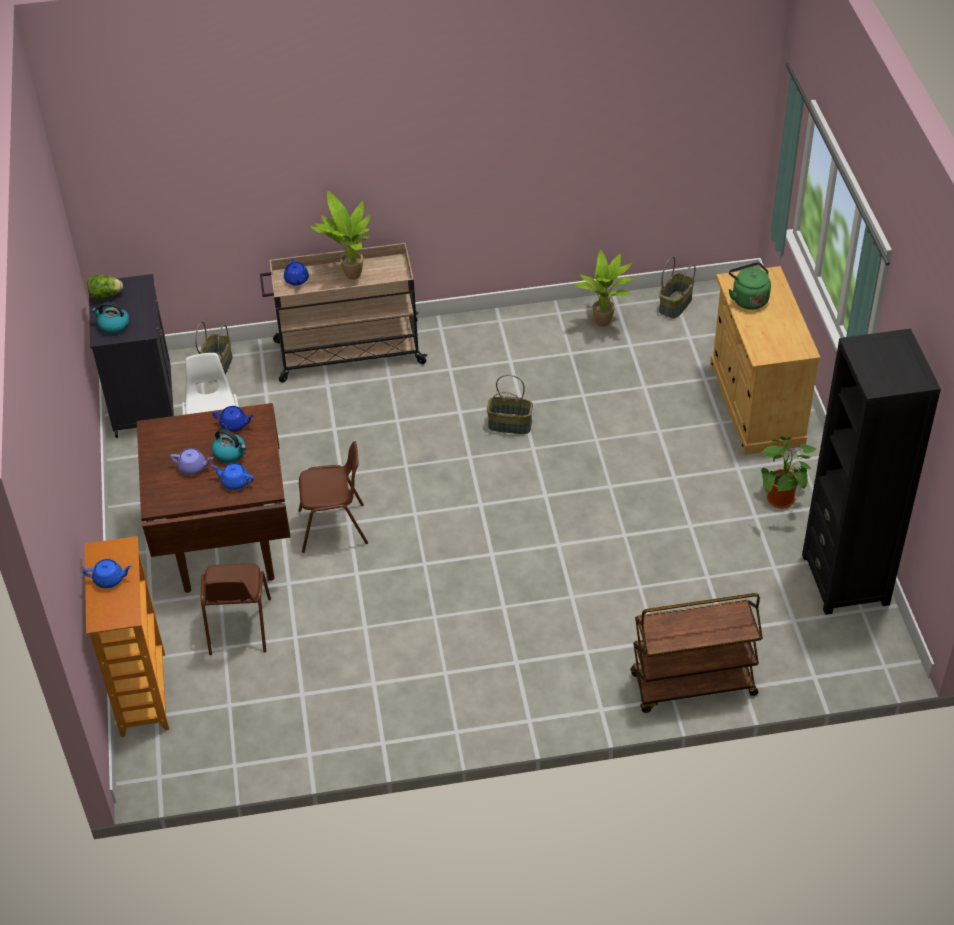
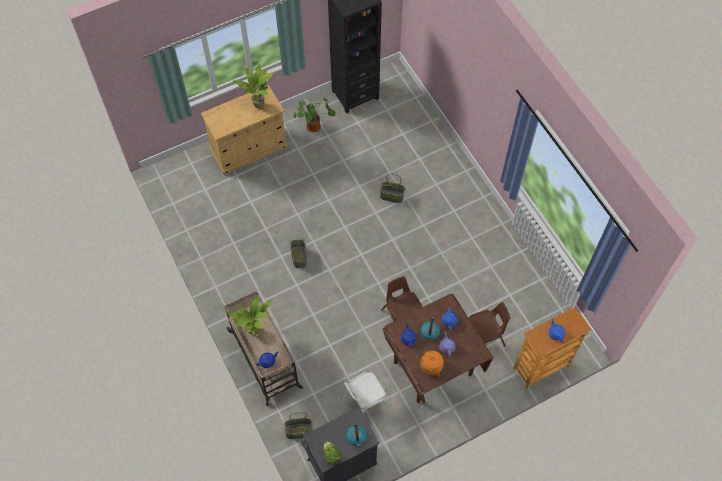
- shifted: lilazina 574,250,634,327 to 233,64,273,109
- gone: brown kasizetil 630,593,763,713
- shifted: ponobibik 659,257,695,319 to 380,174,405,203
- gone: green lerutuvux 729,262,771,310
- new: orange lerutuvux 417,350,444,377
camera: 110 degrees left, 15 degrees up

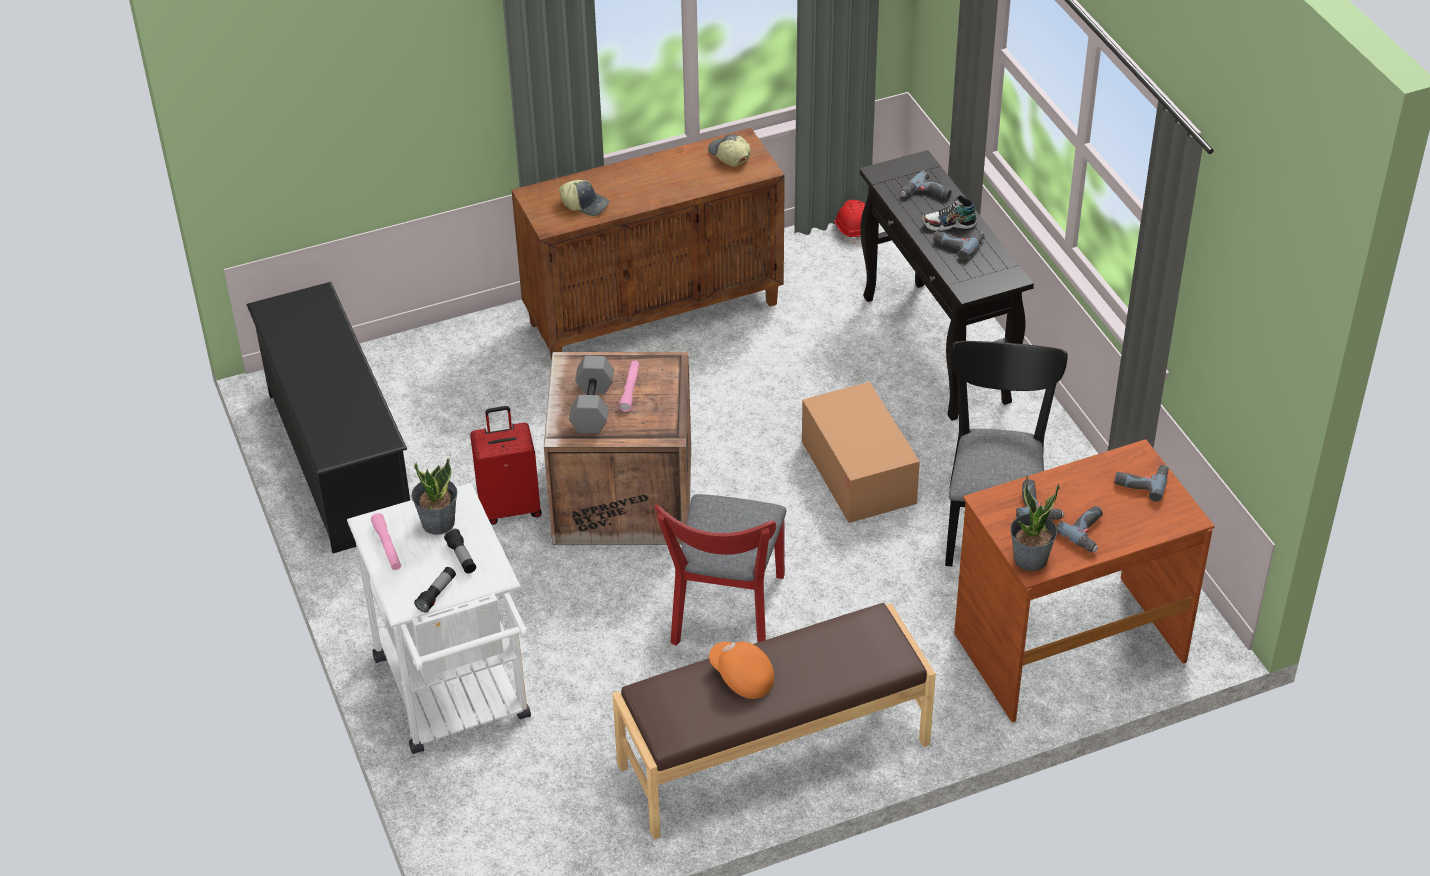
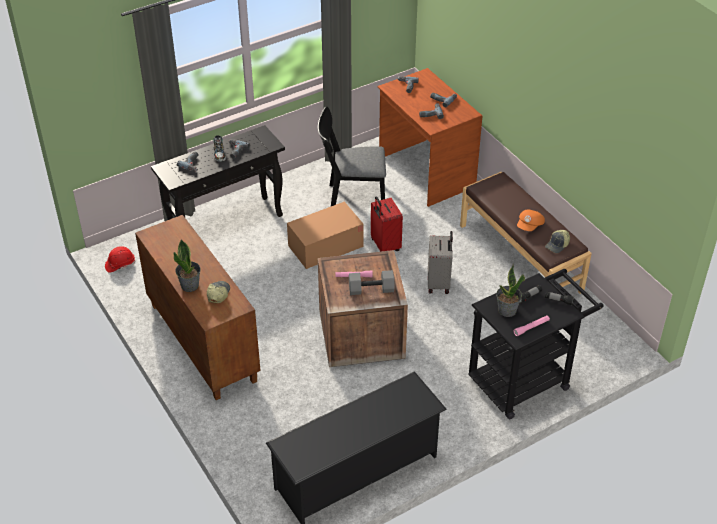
- repainted: white kasizetil 347,483,531,754 to black kasizetil 468,269,604,419
- shifted: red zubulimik 470,406,542,525 to 371,196,403,252
- swapped: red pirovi 654,494,786,646 to grey zubulimik 428,231,453,294
- shifted: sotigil 708,135,750,167 to 545,230,570,253
- shifted: lilazina 1010,475,1060,571 to 174,239,201,292
camera: 100 degrees left, 0 degrees up

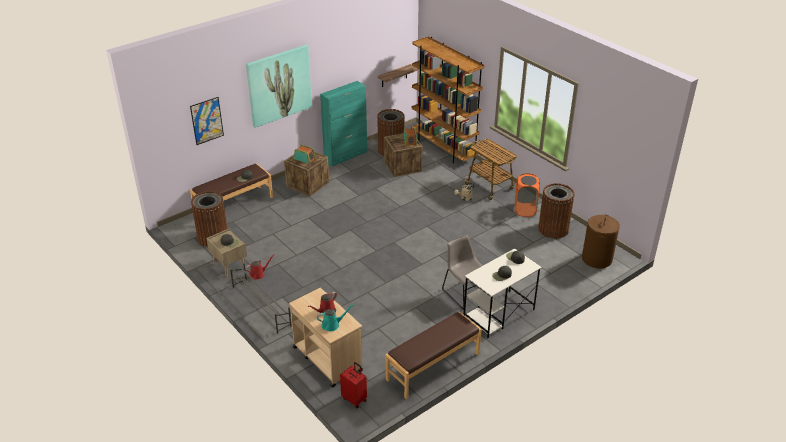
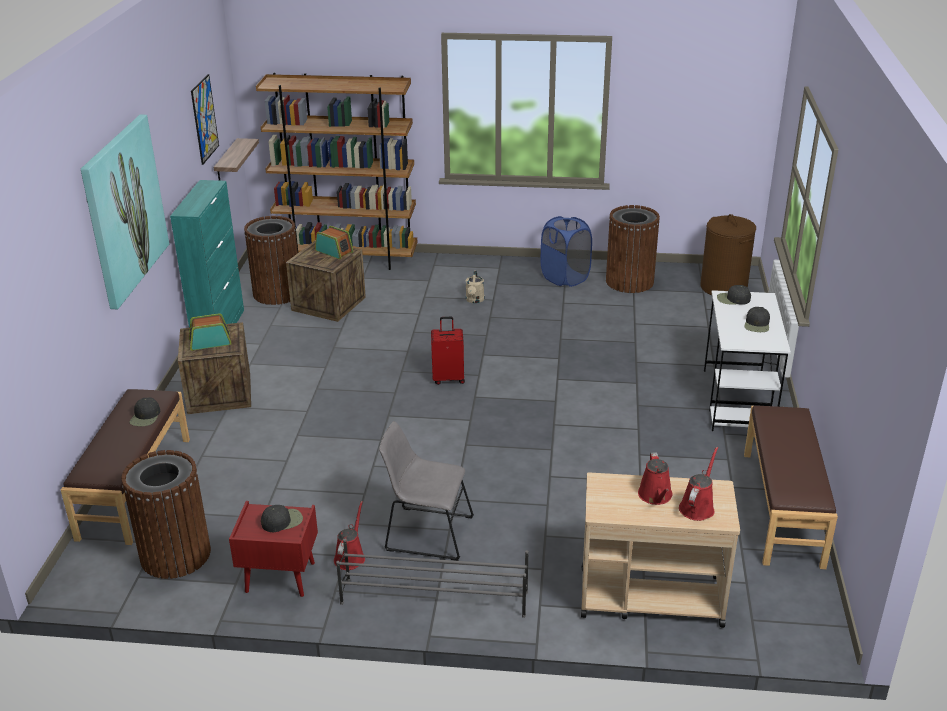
- shifted: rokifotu 190,97,224,145 to 191,74,219,165
- repainted: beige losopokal 206,228,247,277 to red losopokal 229,501,318,597
- repainted: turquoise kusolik 317,304,354,331 to red kusolik 679,447,718,521
- shifted: red zubulimik 340,362,367,408 to 431,317,465,385
- shifted: grey pirovi 442,235,483,310 to 379,421,474,561
- gone: kasizetil 464,139,517,200
- repainted: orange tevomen 515,173,540,217 to blue tevomen 541,216,592,287
camera: 45 degrees left, 5 degrees down

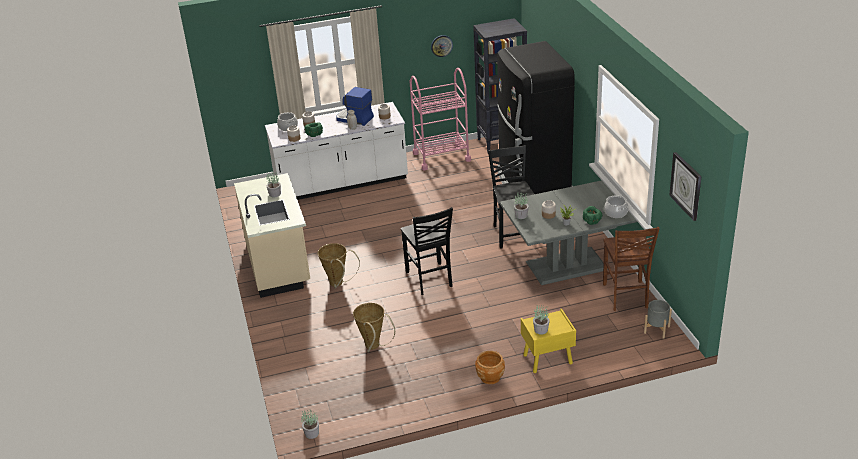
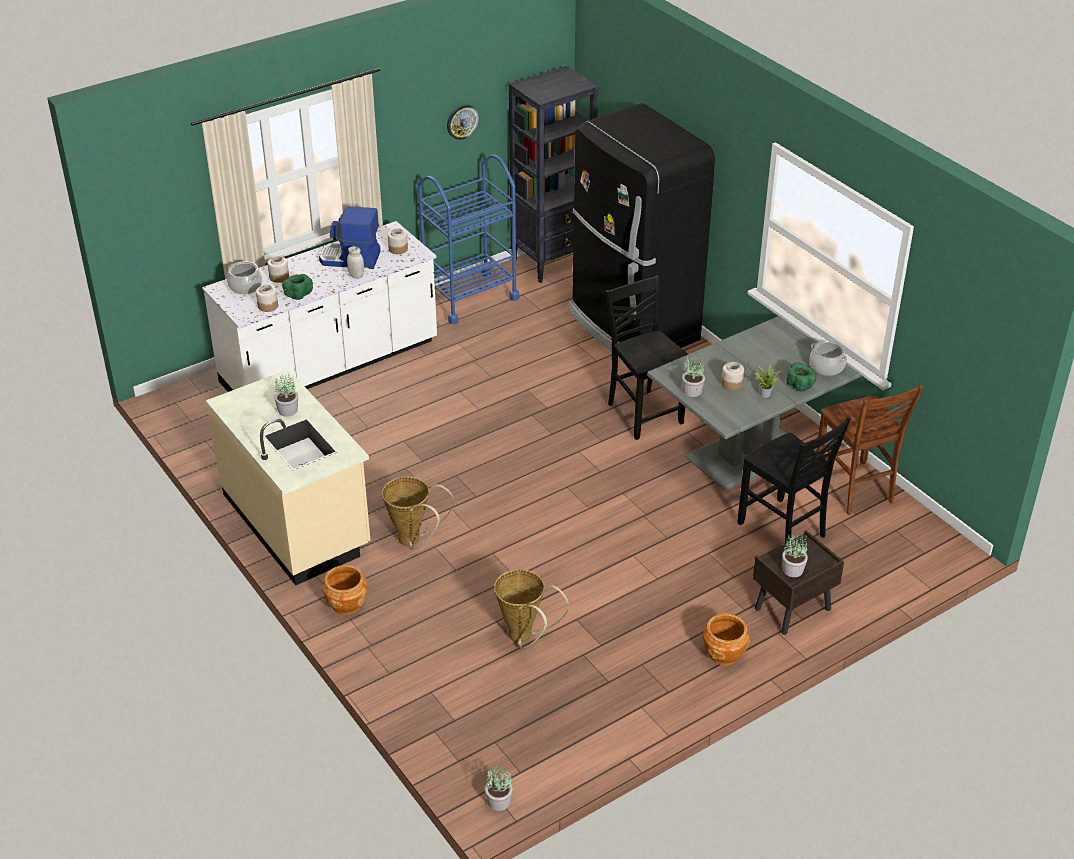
- shifted: black pirovi 401,207,453,295 to 737,417,851,543
- repainted: pink kasizetil 410,68,471,170 to blue kasizetil 418,155,520,324
- repainted: yellow losopokal 521,309,576,373 to brown losopokal 753,530,844,635
- gone: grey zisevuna 644,300,672,339
- gone: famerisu 669,152,701,221
- new: brown zisevuna 322,565,367,615
camera: 20 degrees left, 5 degrees up

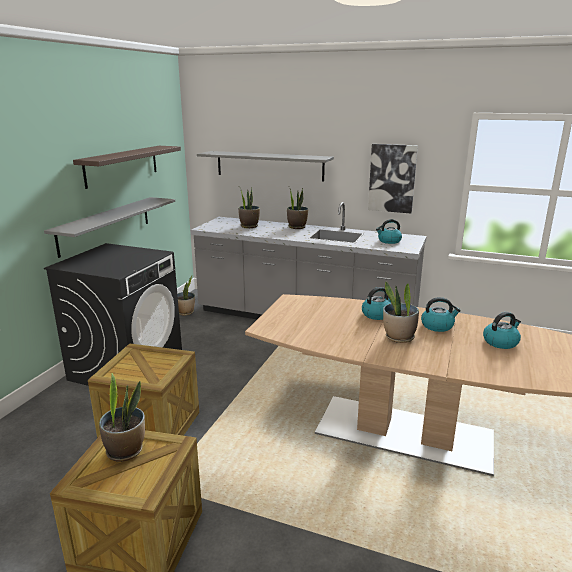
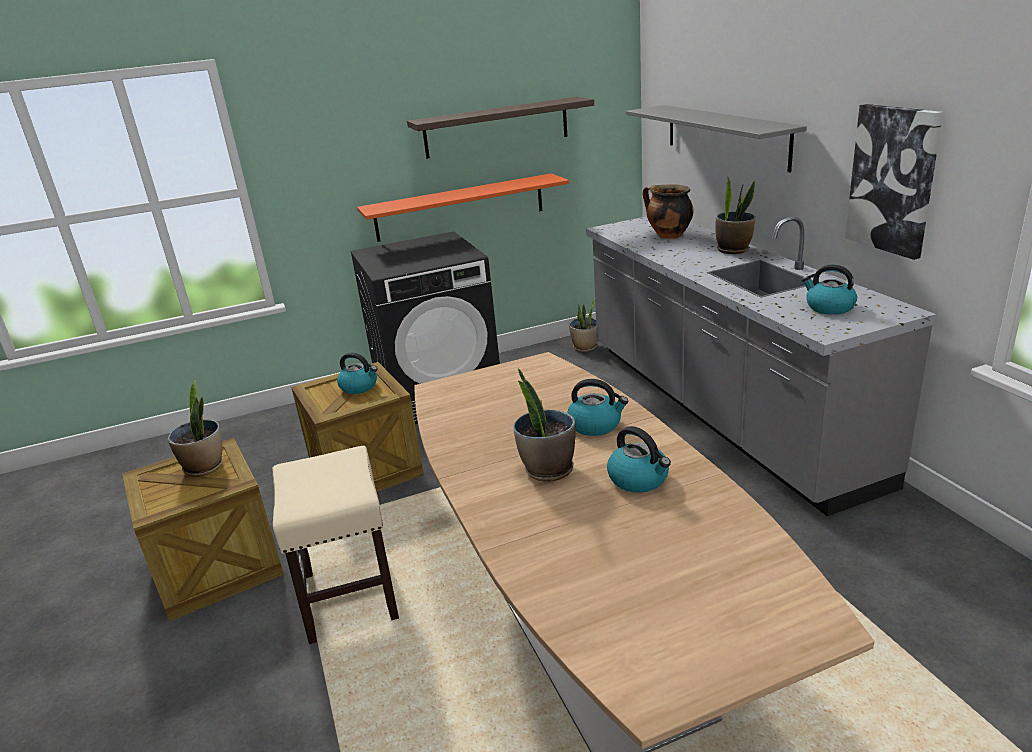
- repainted: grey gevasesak 44,197,175,258 to orange gevasesak 357,173,569,242
- swapped: lilazina 238,187,260,228 to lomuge 643,184,694,239
- shifted: lerutuvux 483,312,521,349 to 337,352,377,394
- new: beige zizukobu 272,446,399,644
camera: 50 degrees right, 5 degrees up

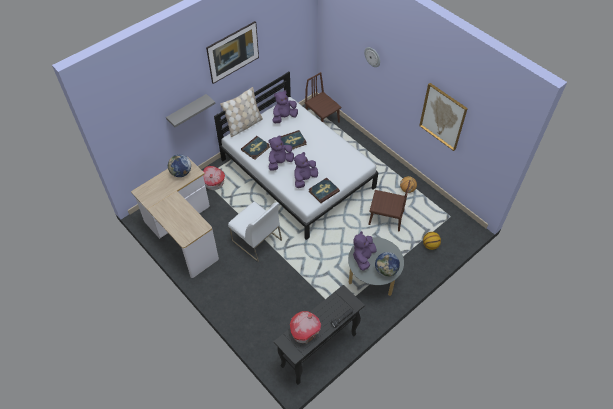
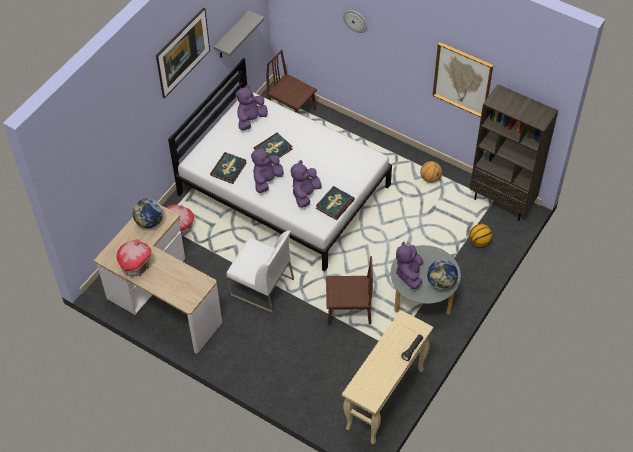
- shifted: grey gevasesak 166,94,215,127 to 214,10,264,58
- gone: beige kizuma 220,87,263,137
- repainted: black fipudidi 274,285,365,385 to beige fipudidi 342,310,433,445
- shifted: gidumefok 290,311,321,344 to 116,239,152,276
- shifted: brown pirovi 368,180,411,232 to 326,256,373,325
- new: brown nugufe 470,84,558,221
camera: 15 degrees left, 0 degrees up

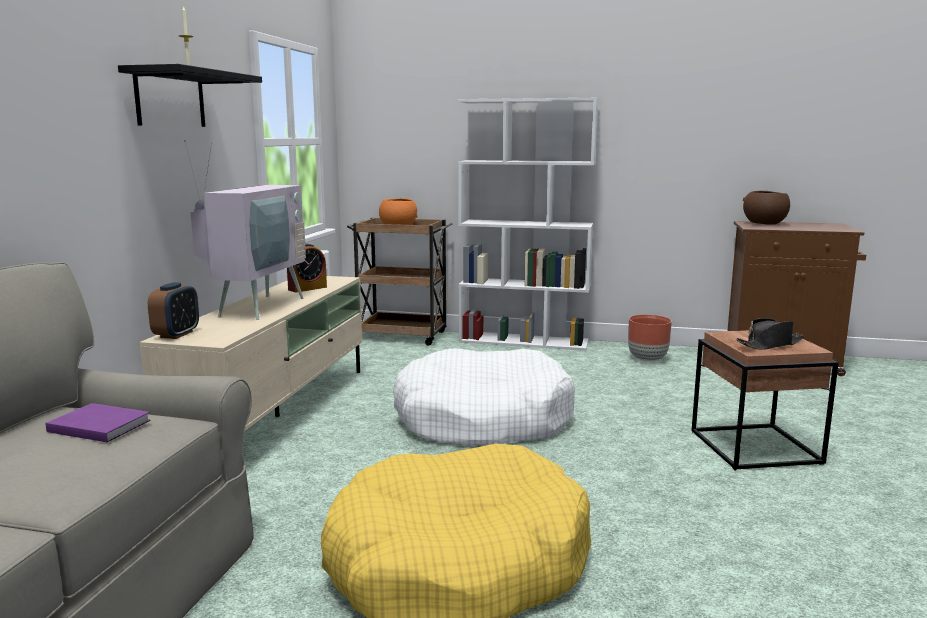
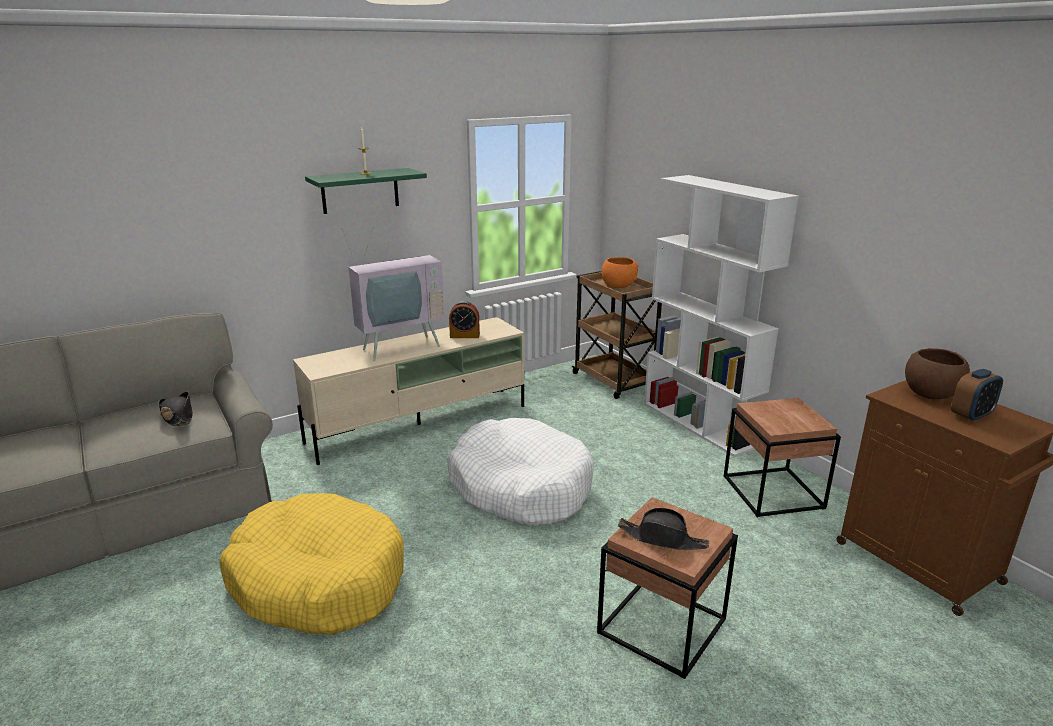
- swapped: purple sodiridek 46,403,151,442 to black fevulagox 158,391,193,426
- repainted: black gevasesak 118,64,262,127 to green gevasesak 305,168,427,214
- shifted: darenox 148,282,199,339 to 951,369,1003,422
- swapped: brown zisevuna 628,315,672,362 to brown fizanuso 724,398,841,518
camera: 45 degrees right, 10 degrees up

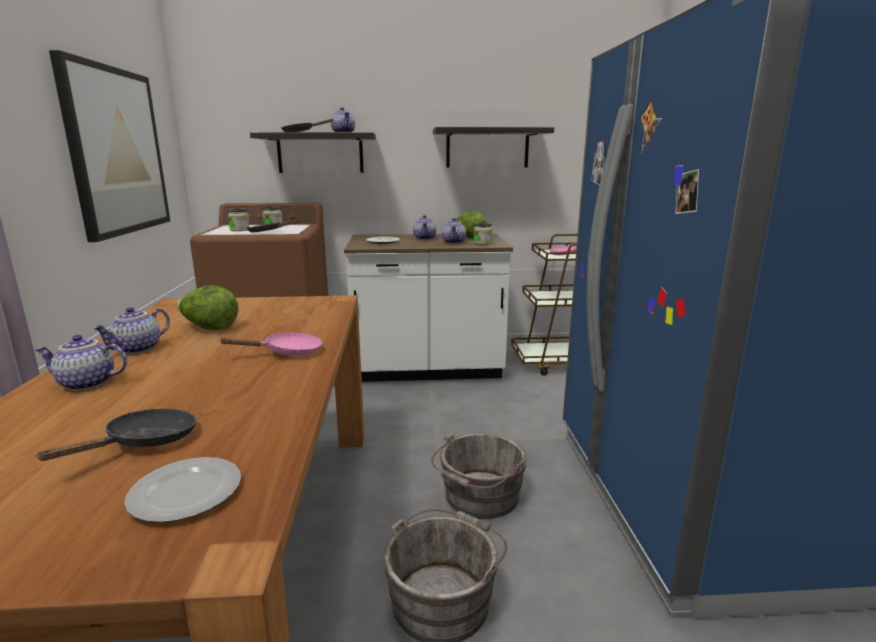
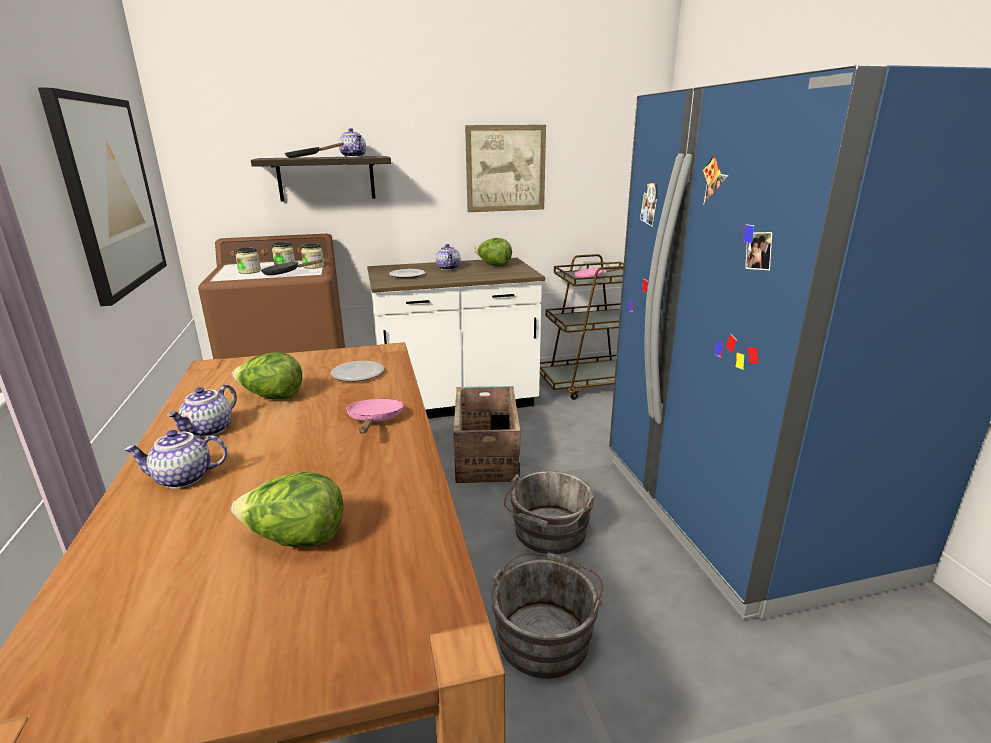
- swapped: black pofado 35,409,197,461 to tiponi 231,472,343,547
- shifted: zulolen 124,457,241,522 to 331,361,384,382
- rotated: pink pofado 219,332,323,356 = 346,399,404,433 60 degrees counterclockwise
- swapped: gevasesak 433,127,554,168 to rokifotu 465,125,546,212
- gone: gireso 442,218,466,244
- shifted: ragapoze 473,223,492,245 to 301,243,324,269
- new: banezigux 453,386,520,483
camera: 10 degrees left, 5 degrees up

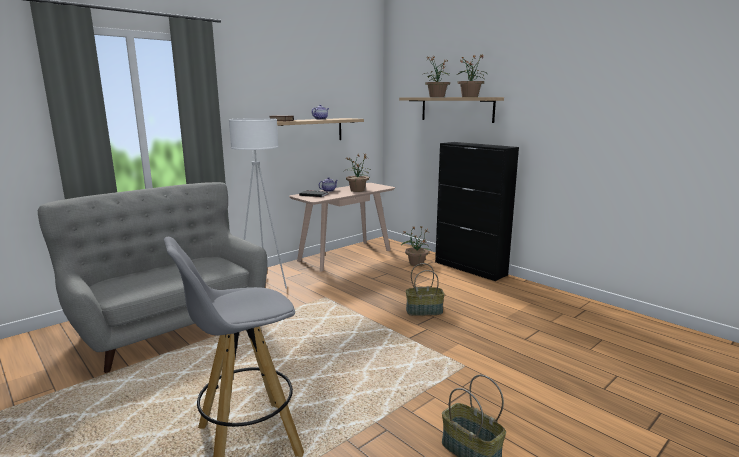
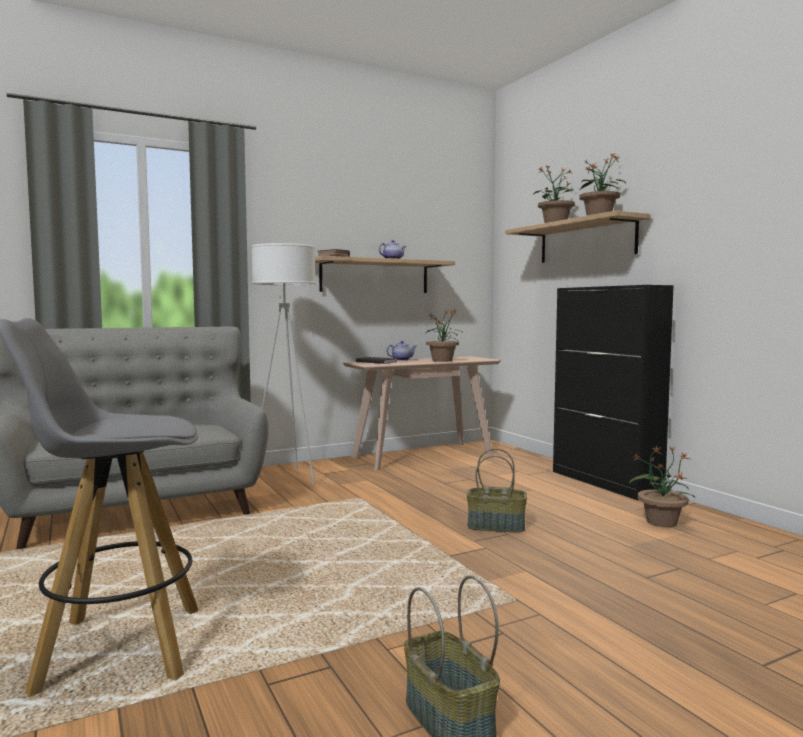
- shifted: lilazina 401,226,430,266 to 629,445,695,528
camera: 15 degrees right, 10 degrees down

